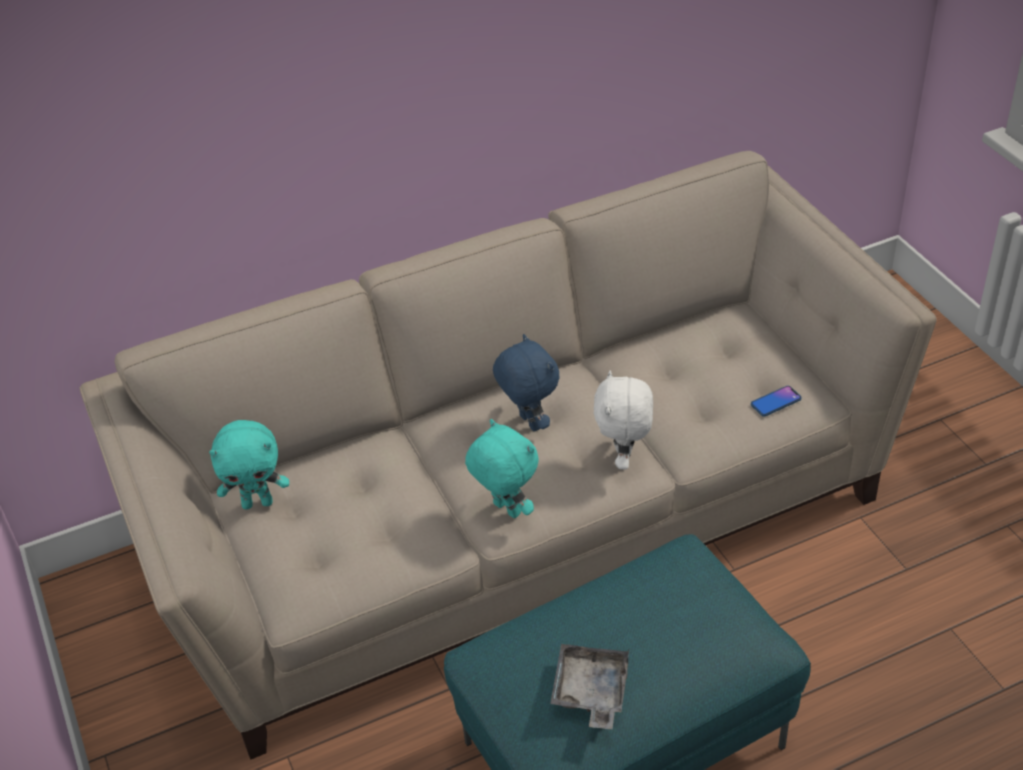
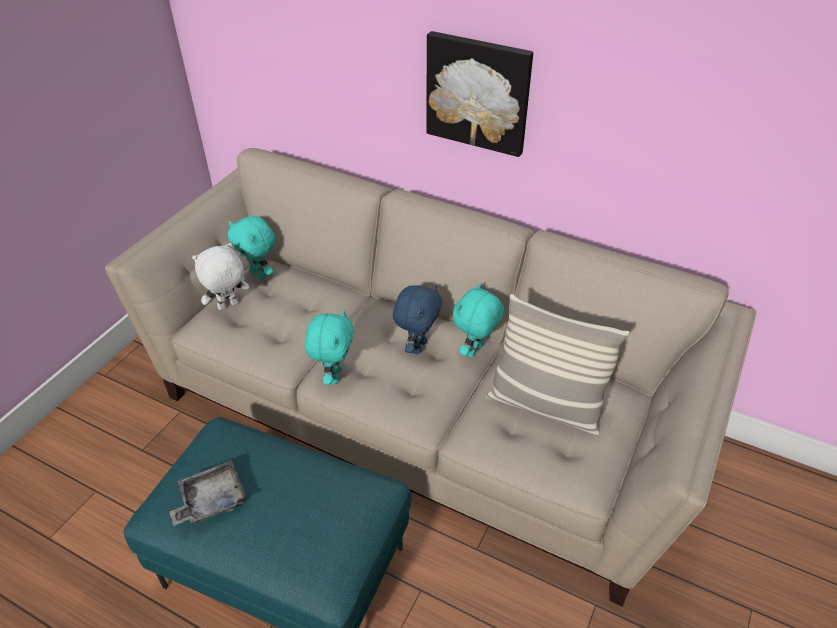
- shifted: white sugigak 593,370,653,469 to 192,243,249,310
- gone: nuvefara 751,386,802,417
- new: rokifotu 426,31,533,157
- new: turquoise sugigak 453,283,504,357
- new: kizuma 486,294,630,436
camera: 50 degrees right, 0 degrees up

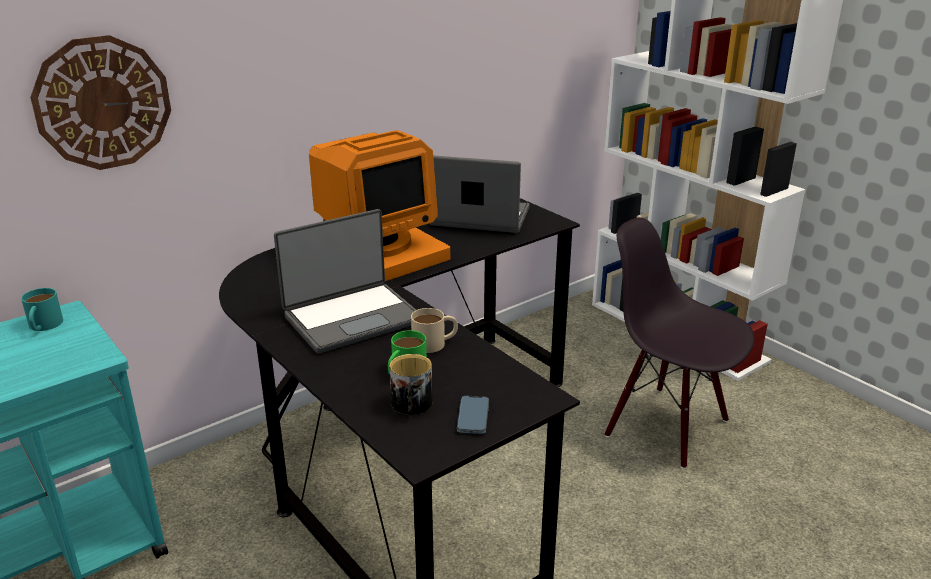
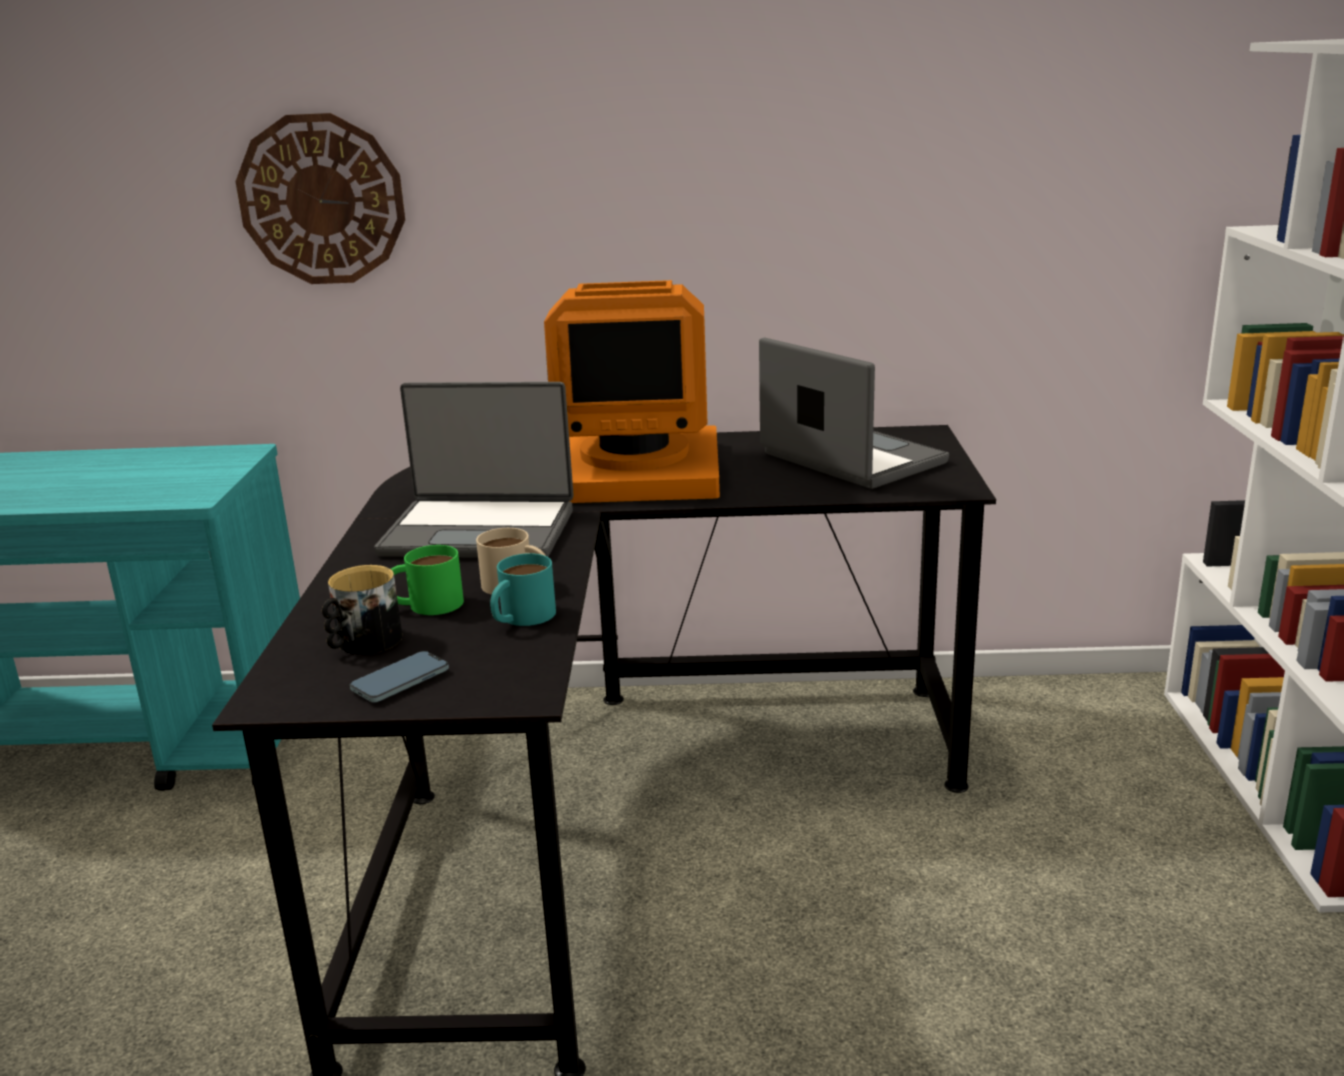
- shifted: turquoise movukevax 21,288,63,331 to 490,553,556,626
- gone: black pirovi 604,218,754,469
camera: 40 degrees right, 5 degrees down

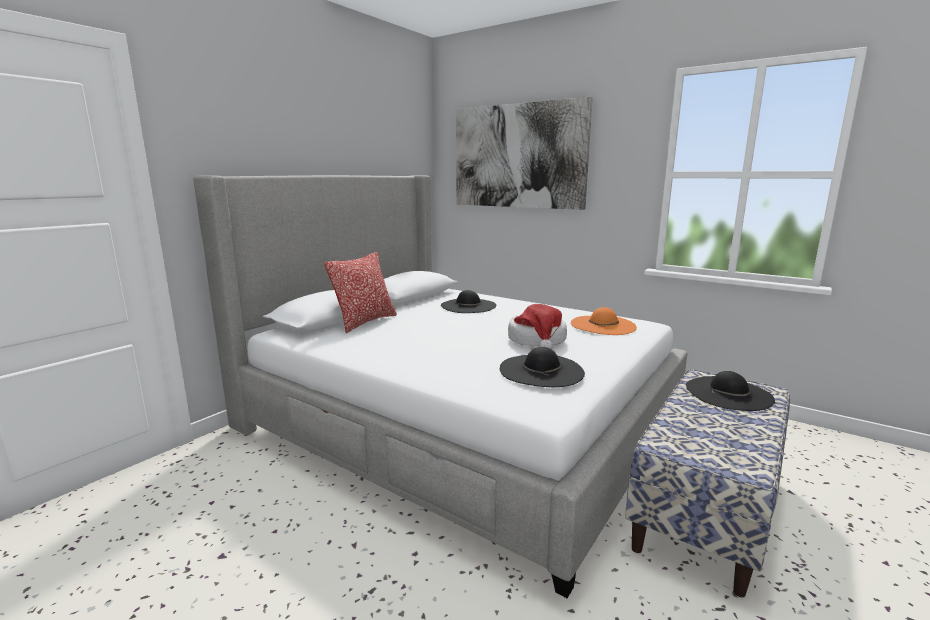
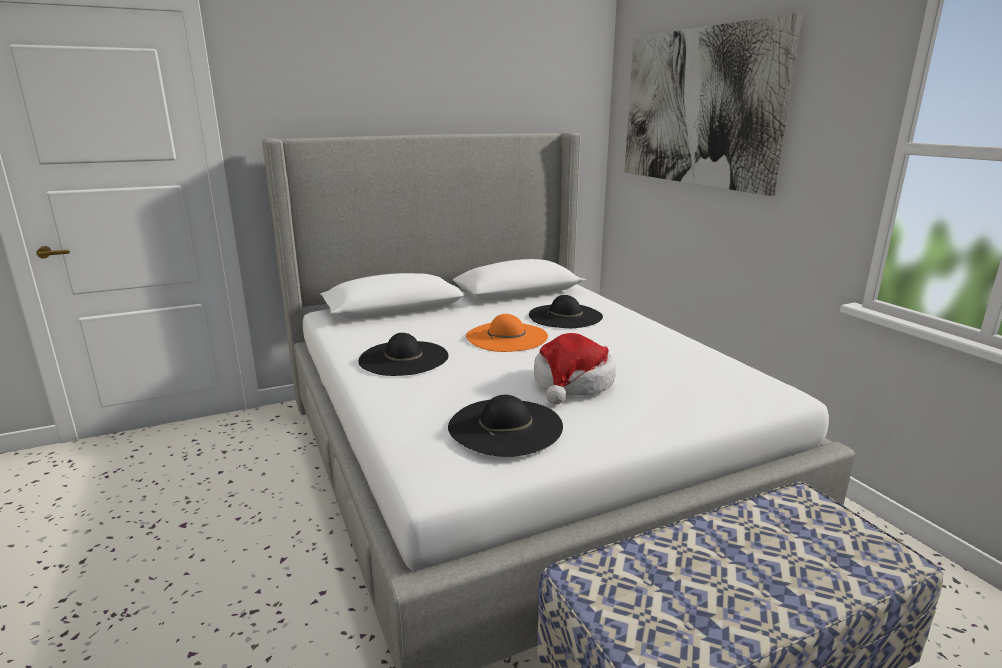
- gone: kizuma 324,252,397,333
- shifted: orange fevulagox 571,307,637,335 to 466,314,548,352
- shifted: black fevulagox 686,371,775,411 to 358,333,448,376
camera: 30 degrees right, 5 degrees up

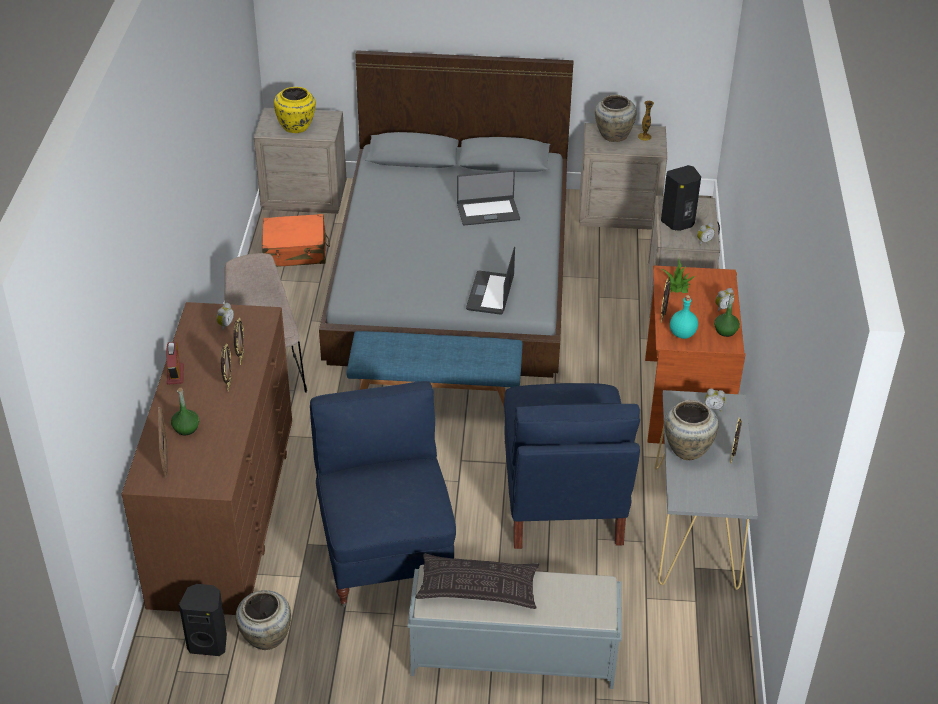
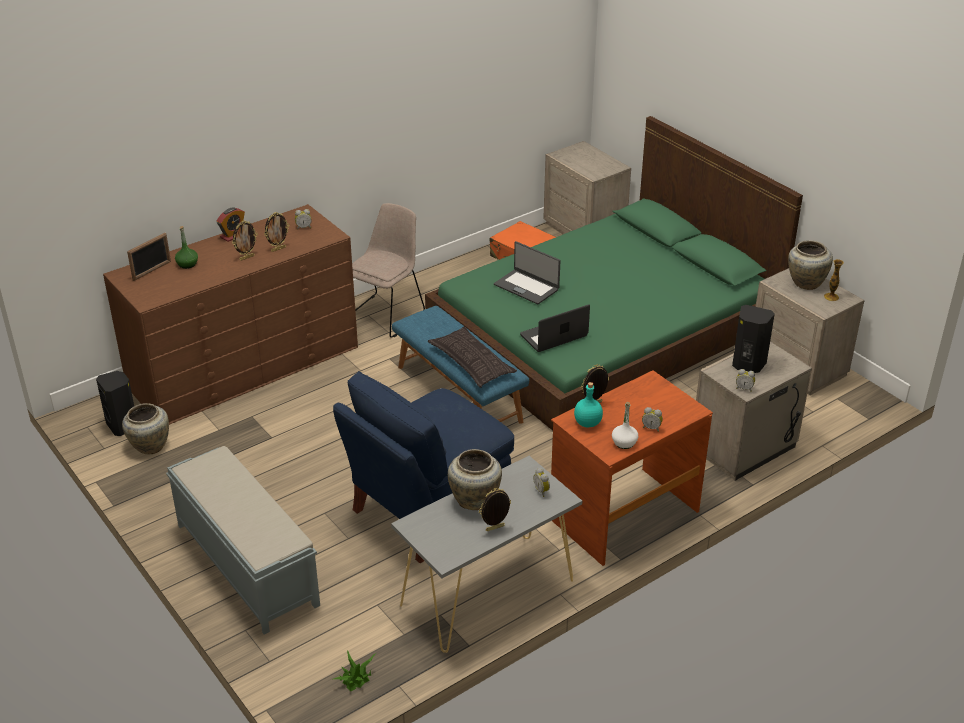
- gone: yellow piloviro 274,87,316,133
- gone: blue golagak 310,381,456,607
- repainted: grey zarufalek 319,50,573,378 to green zarufalek 425,116,803,430
- shifted: kizuma 415,553,539,609 to 428,327,517,388
- shifted: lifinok 457,170,520,225 to 494,241,561,304
- shifted: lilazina 660,260,695,293 to 332,650,375,691
- repainted: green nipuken 714,292,740,337 to white nipuken 612,402,638,449
camera: 50 degrees right, 5 degrees down

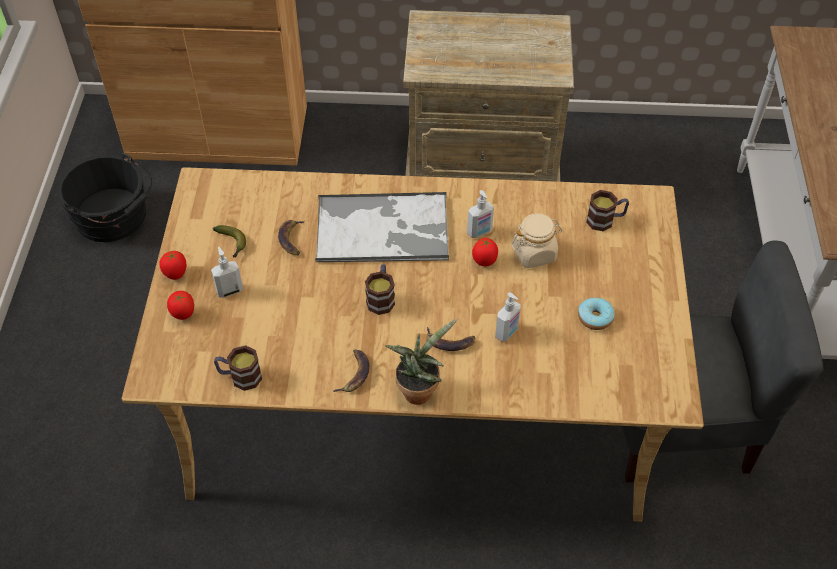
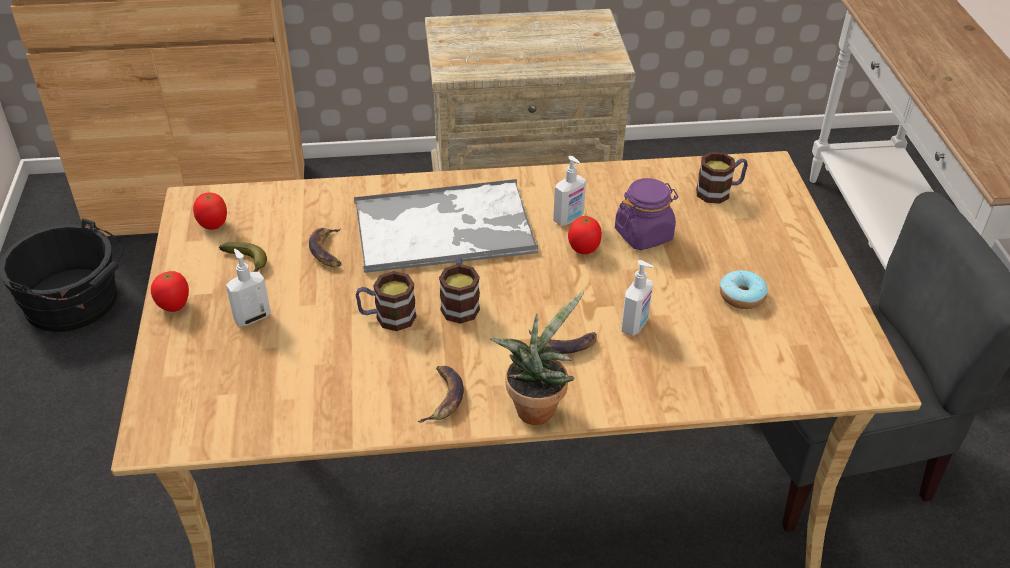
- shifted: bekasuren 167,291,194,320 to 193,193,227,230
- shifted: movukevax 214,345,262,391 to 356,271,416,331
- repainted: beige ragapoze 512,213,562,268 to purple ragapoze 615,178,678,250
camera: 10 degrees left, 10 degrees down

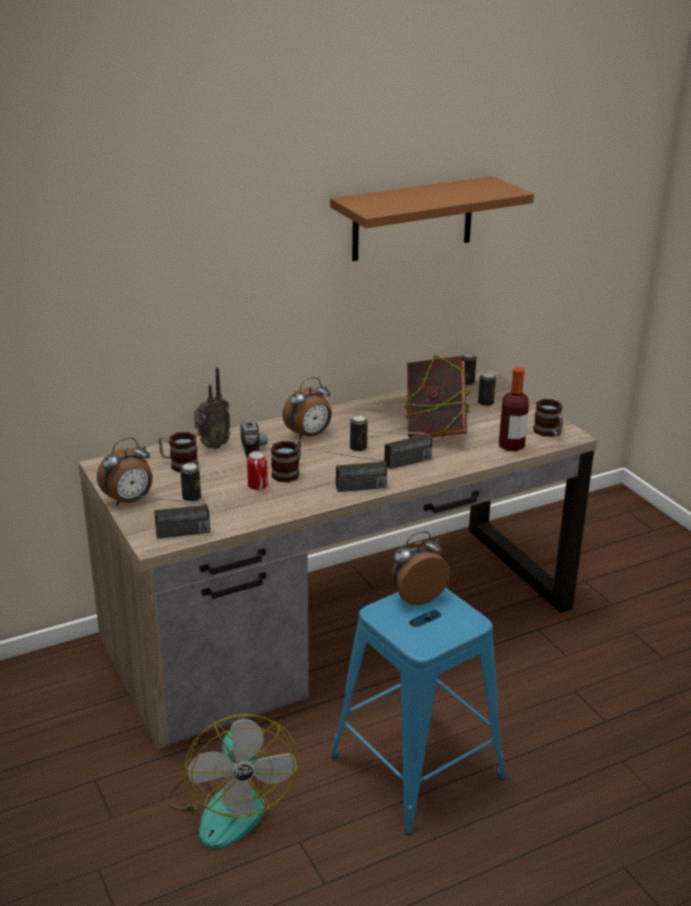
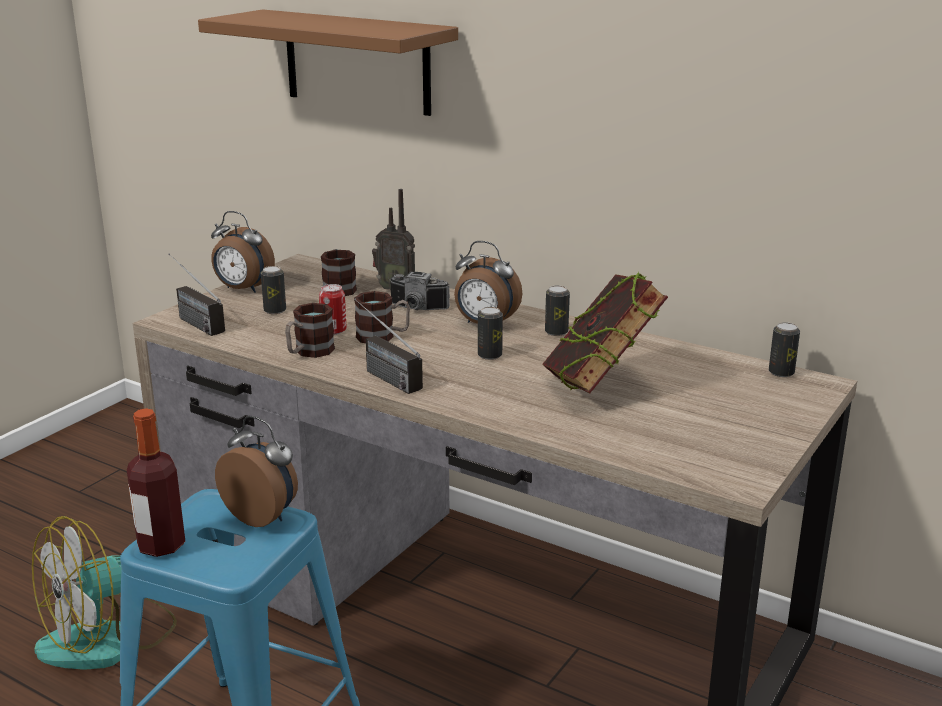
- rotated: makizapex 240,420,268,458 = 389,272,450,310 60 degrees clockwise
- shifted: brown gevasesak 330,176,534,261 to 198,9,458,116
- gone: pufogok 362,431,432,469
- shifted: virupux 478,372,496,406 to 545,286,570,336
- shifted: nipuken 499,367,529,452 to 127,408,185,557
- shifted: movukevax 533,399,563,437 to 285,303,335,358
camera: 60 degrees right, 5 degrees down

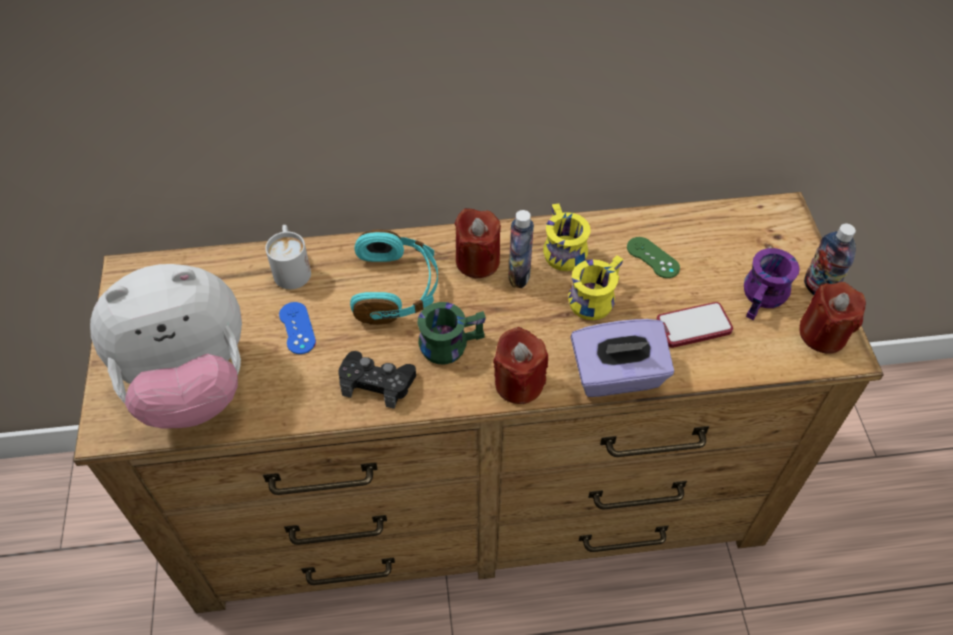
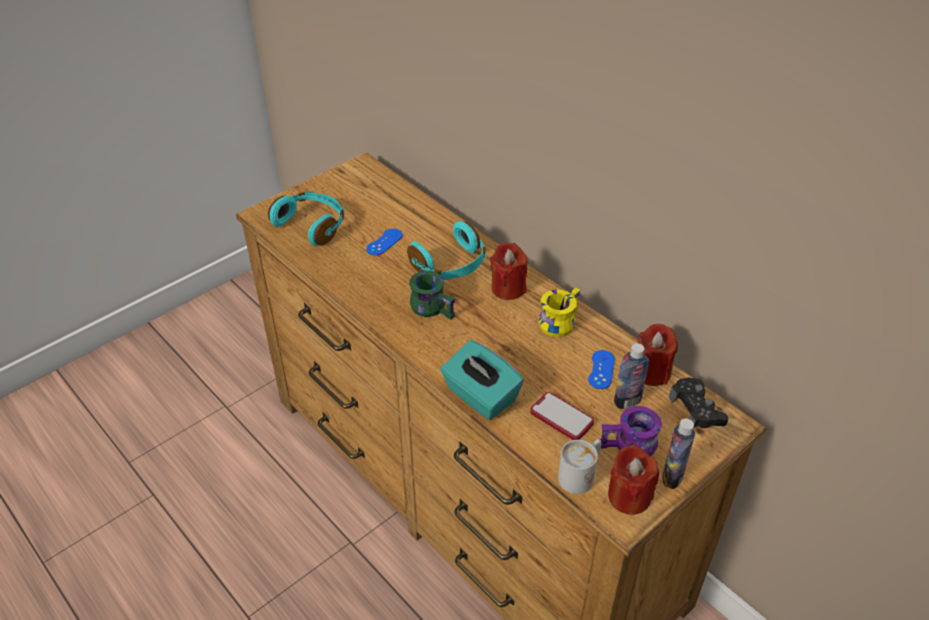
- swapped: sugigak 90,264,242,428 to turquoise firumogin 268,191,344,246
- shifted: white movukevax 265,225,311,289 to 558,439,601,494
- shifted: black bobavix 339,351,416,409 to 669,377,728,428
- shifted: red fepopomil 493,327,548,404 to 638,324,678,386
- shifted: nipuken 509,210,534,288 to 614,343,649,409
- gone: yellow movukevax 568,255,623,320
- repainted: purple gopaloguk 570,319,674,397 to turquoise gopaloguk 440,340,524,420
- repainted: green bobavix 627,237,680,278 to blue bobavix 588,350,615,389
camera: 55 degrees right, 10 degrees down

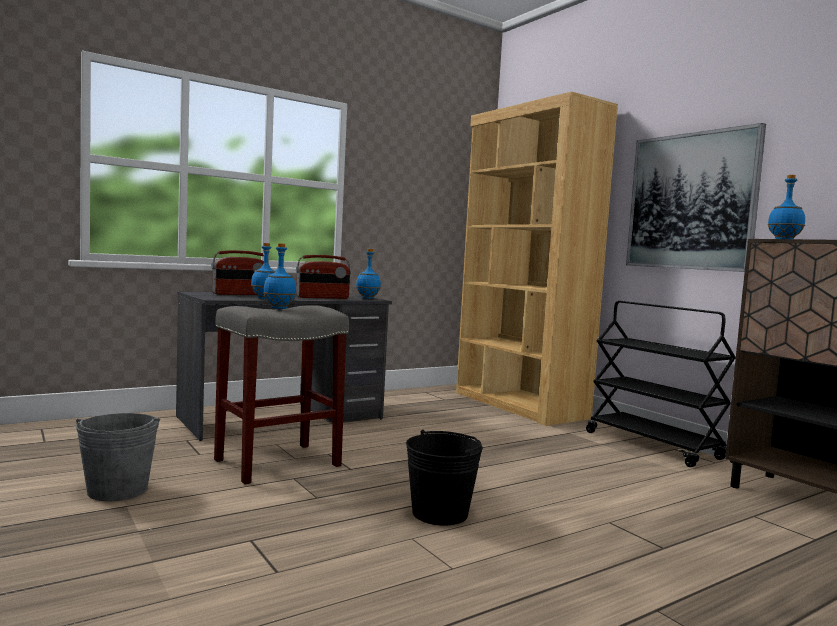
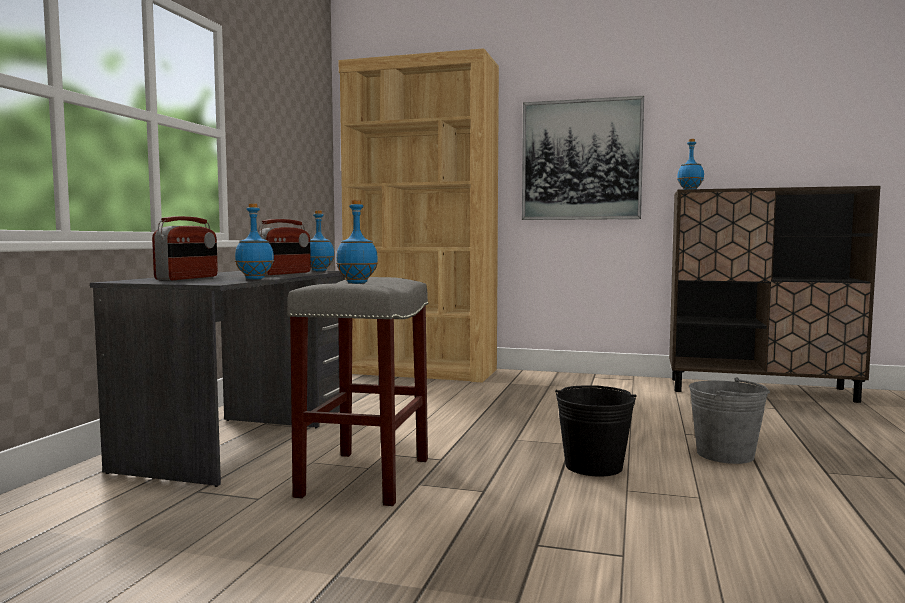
- shifted: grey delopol 76,413,160,501 to 689,378,770,464
- gone: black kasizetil 586,301,736,467
camera: 40 degrees left, 0 degrees up

